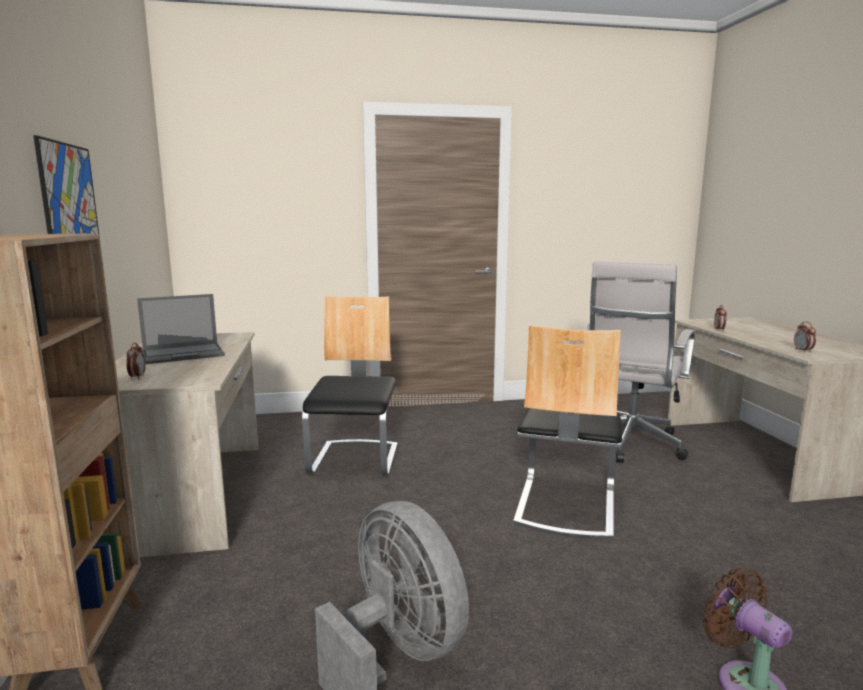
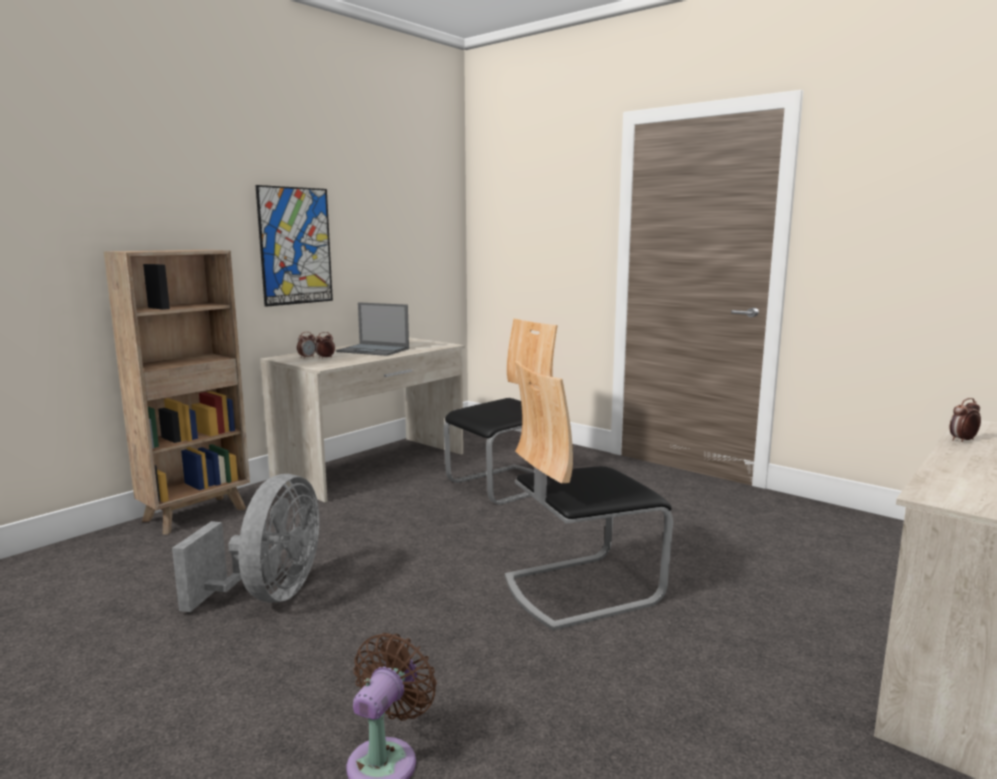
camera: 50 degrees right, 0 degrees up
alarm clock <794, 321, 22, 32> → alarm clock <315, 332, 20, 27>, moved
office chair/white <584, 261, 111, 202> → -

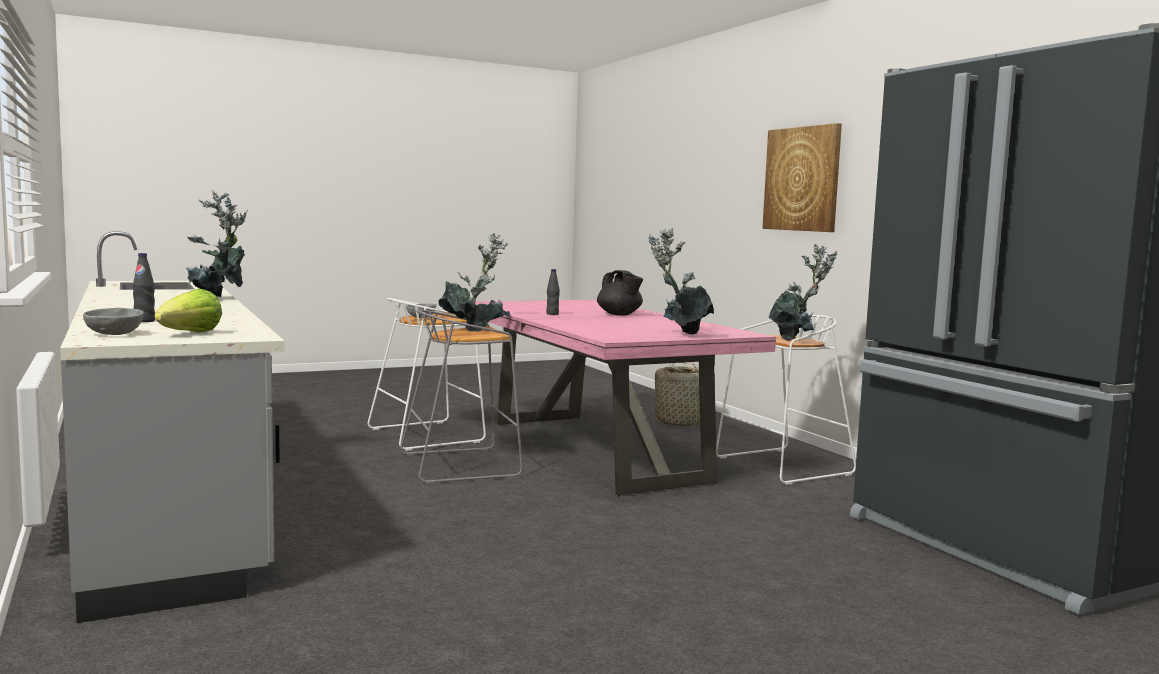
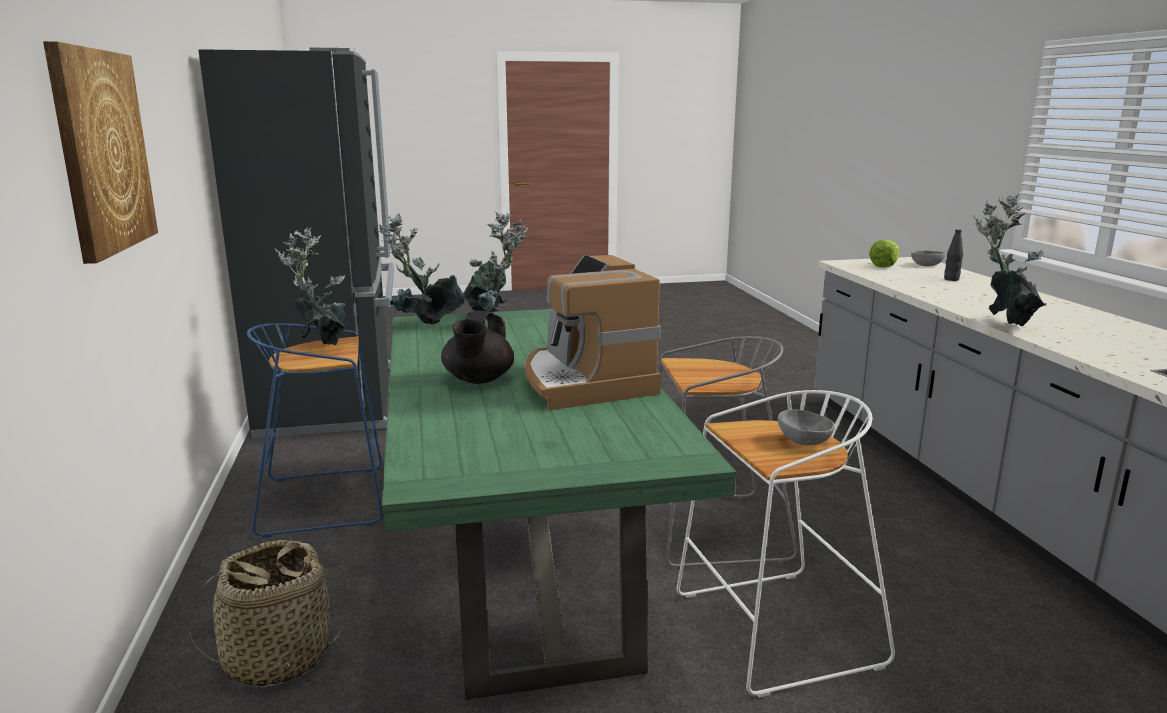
camera: 165 degrees left, 10 degrees up
stool/white <716, 315, 140, 170> → stool/blue <247, 323, 136, 215>
potted plant <438, 233, 72, 99> → potted plant <378, 213, 87, 112>, moved
dining table/pink <475, 300, 301, 196> → dining table/green <382, 309, 354, 391>
teapot/black <597, 270, 46, 46> → teapot/black <441, 311, 73, 73>, 150 degrees counterclockwise
bottle/black <546, 269, 14, 46> → coffee machine <525, 255, 136, 155>

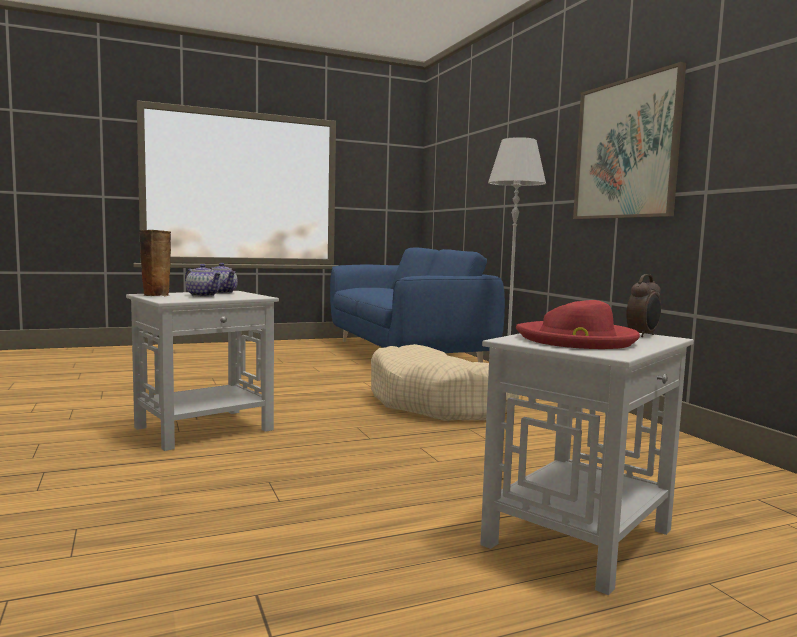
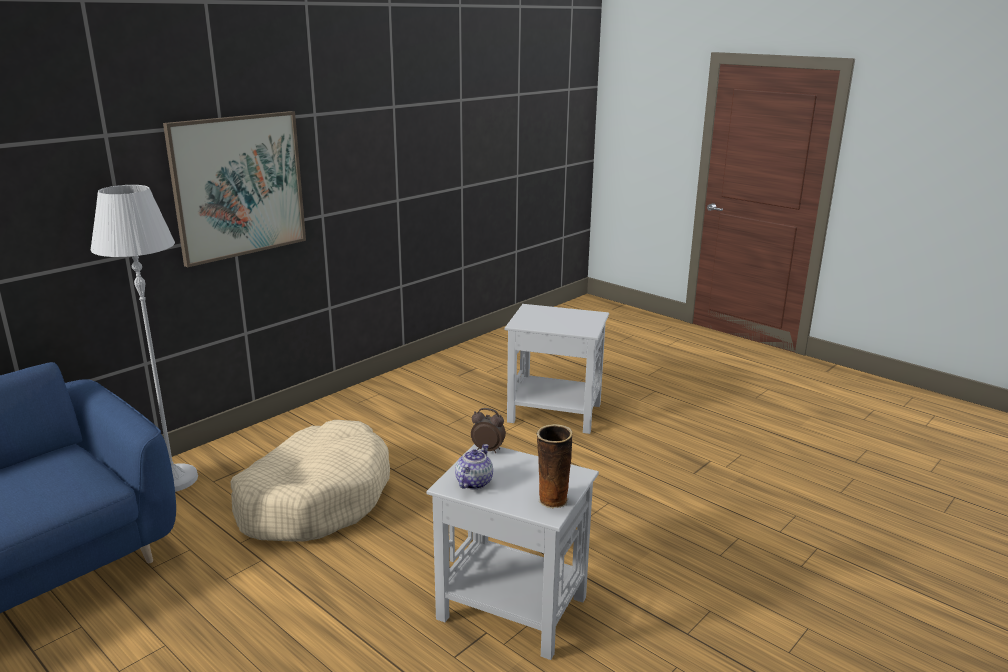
camera: 115 degrees left, 15 degrees up
alarm clock <626, 274, 35, 63> → alarm clock <471, 408, 35, 45>, moved
teapot <185, 264, 36, 33> → -
hat/red <516, 300, 124, 49> → -

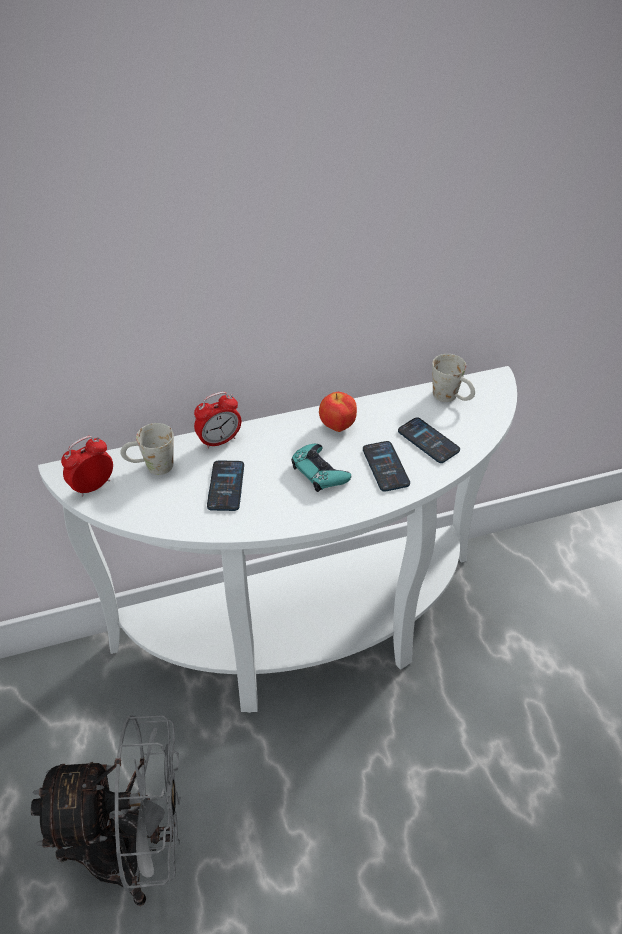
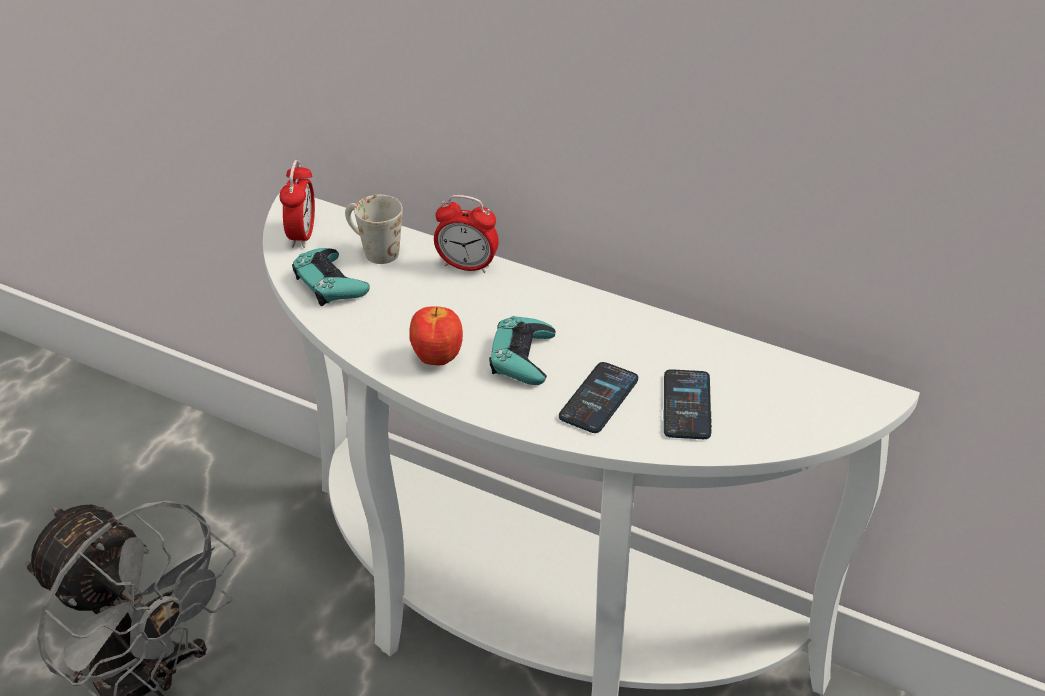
camera: 45 degrees right, 5 degrees down
alarm clock <61, 436, 52, 61> → alarm clock <279, 160, 36, 88>, 90 degrees clockwise
- → game controller/turquoise <292, 248, 78, 58>
apple <319, 392, 38, 40> → apple <409, 306, 54, 59>, moved
phone <207, 460, 37, 51> → -
mug/white <432, 354, 43, 48> → -

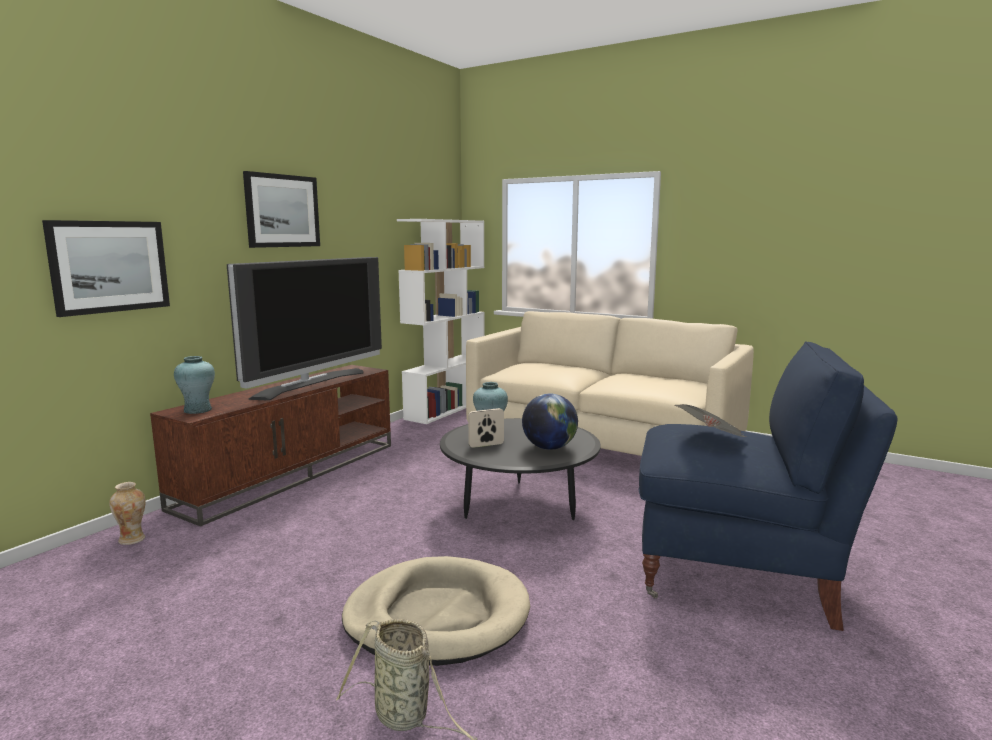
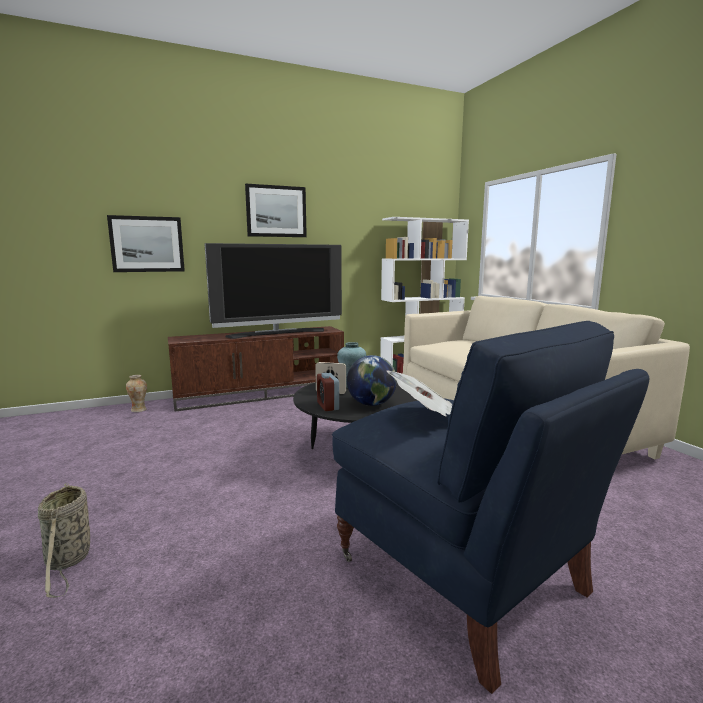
camera: 35 degrees right, 0 degrees up
- → alarm clock <317, 373, 22, 38>
vase/turquoise <174, 356, 41, 58> → -
dog bed/beige <342, 556, 188, 110> → -

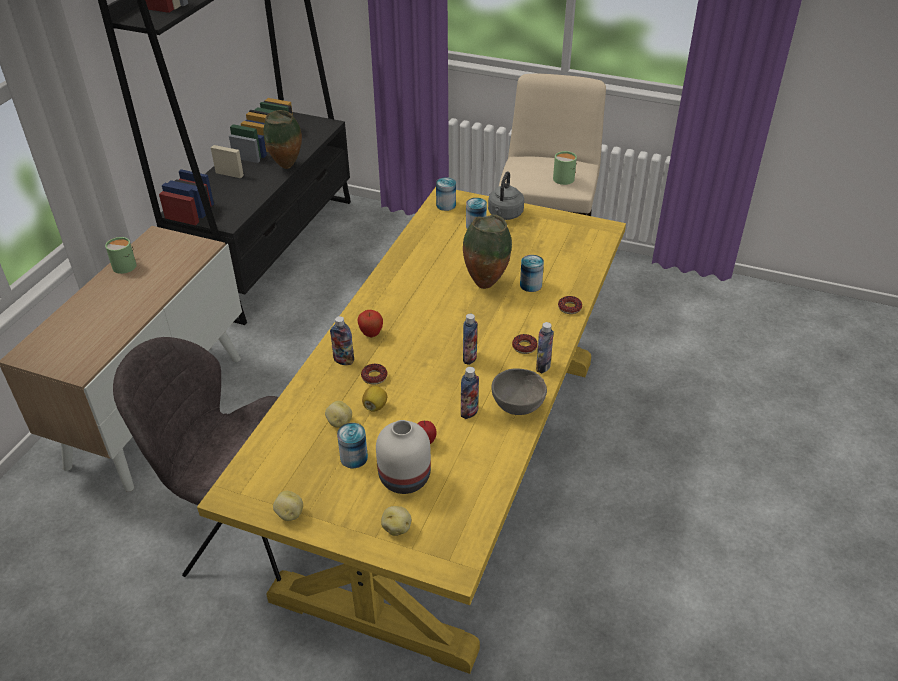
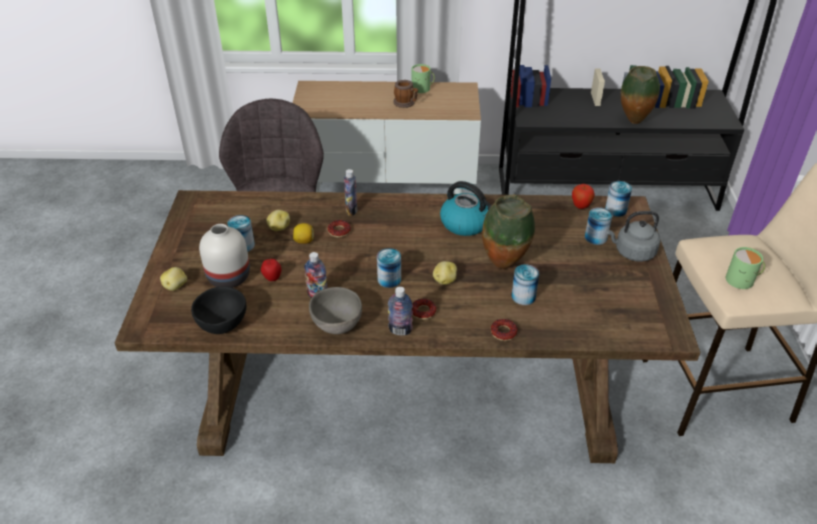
camera: 70 degrees right, 0 degrees up
dining table/yellow <197, 187, 429, 487> → dining table/brown <115, 190, 586, 273>
- → bowl/black <191, 286, 55, 48>
bottle <463, 314, 14, 51> → can <377, 248, 24, 40>
- → mug <393, 80, 25, 28>
potato <273, 491, 30, 30> → potato <433, 261, 24, 24>, moved
- → kettle <440, 181, 52, 55>
apple <358, 310, 25, 27> → apple <572, 184, 23, 25>, moved

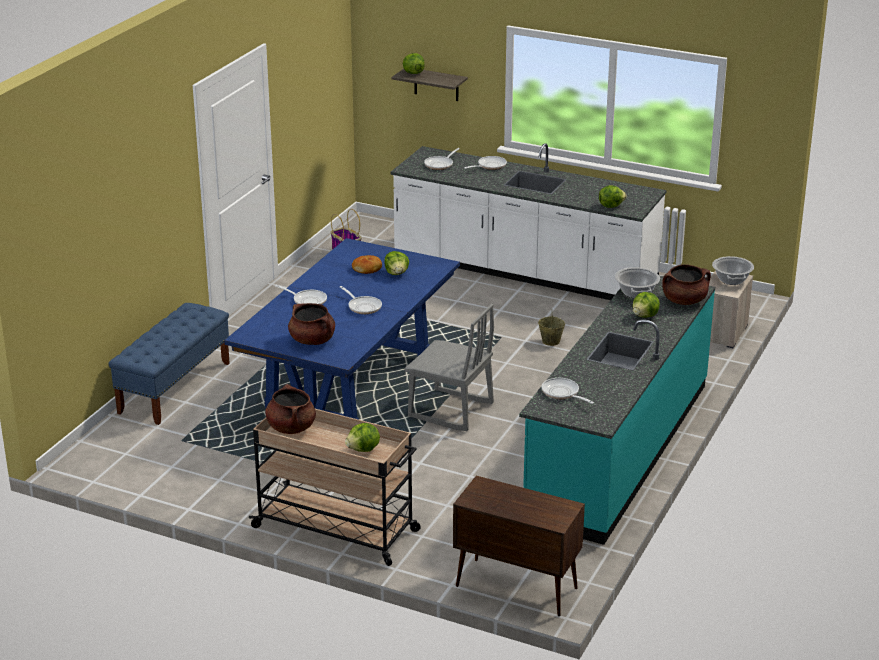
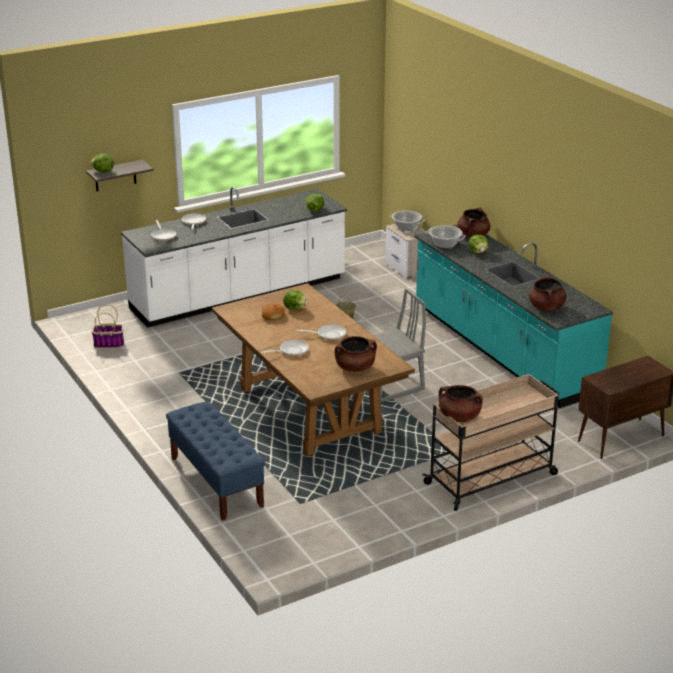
camera: 55 degrees left, 0 degrees up
dining table/blue <224, 238, 236, 182> → dining table/brown <212, 283, 203, 173>
frying pan <542, 378, 52, 26> → cooking pot/brown <529, 276, 37, 35>
lettuce <345, 423, 35, 29> → -

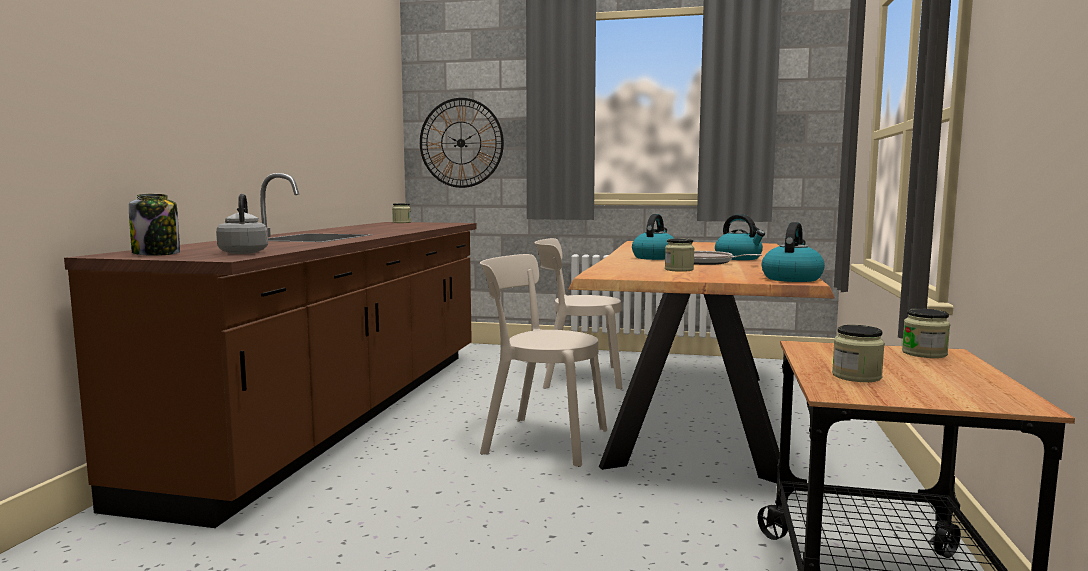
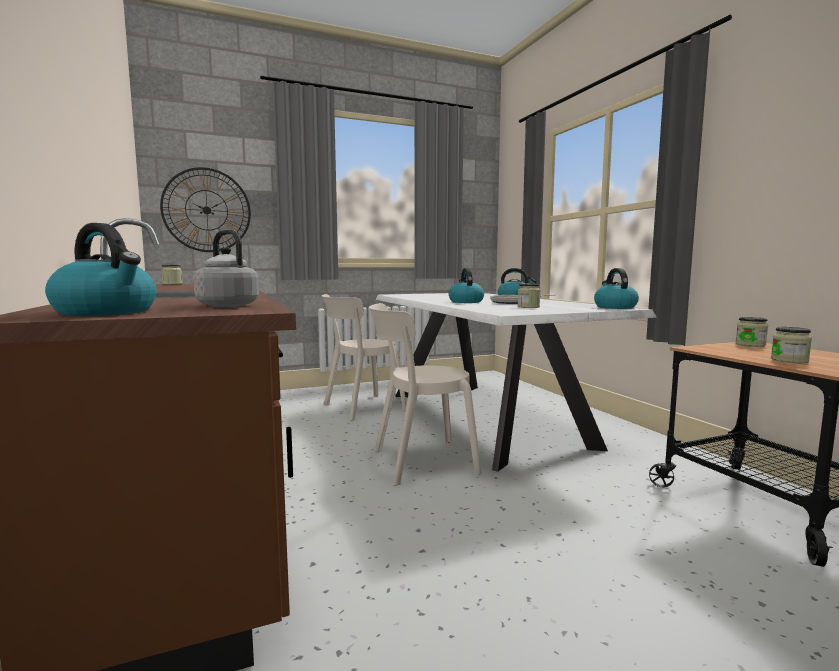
camera: 35 degrees left, 0 degrees up
jar <129, 194, 51, 62> → kettle <45, 223, 111, 93>
dining table/brown <569, 241, 266, 242> → dining table/white <375, 293, 281, 179>

